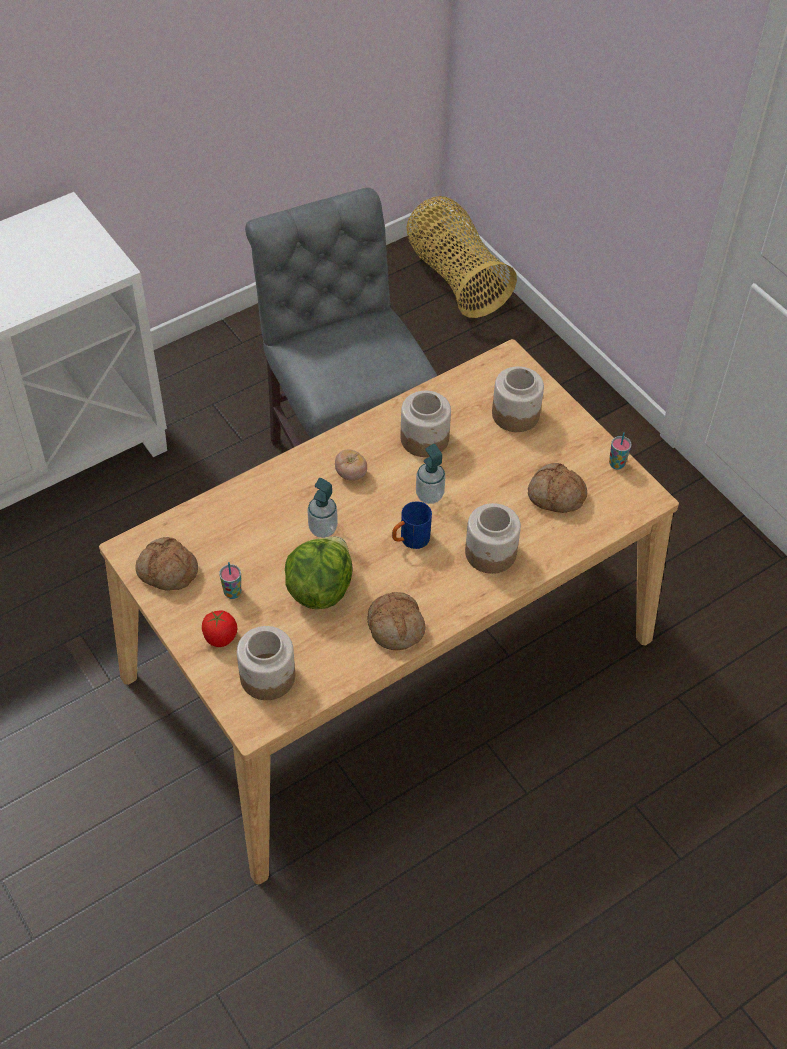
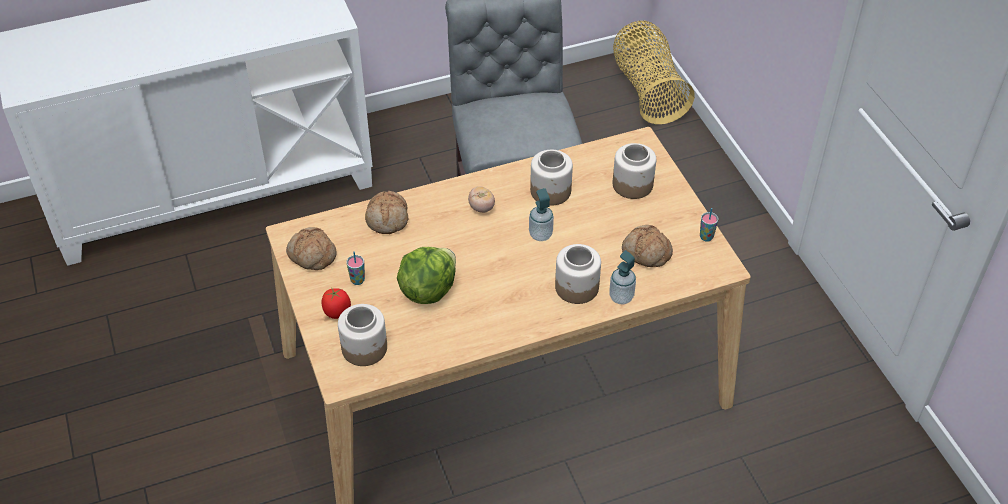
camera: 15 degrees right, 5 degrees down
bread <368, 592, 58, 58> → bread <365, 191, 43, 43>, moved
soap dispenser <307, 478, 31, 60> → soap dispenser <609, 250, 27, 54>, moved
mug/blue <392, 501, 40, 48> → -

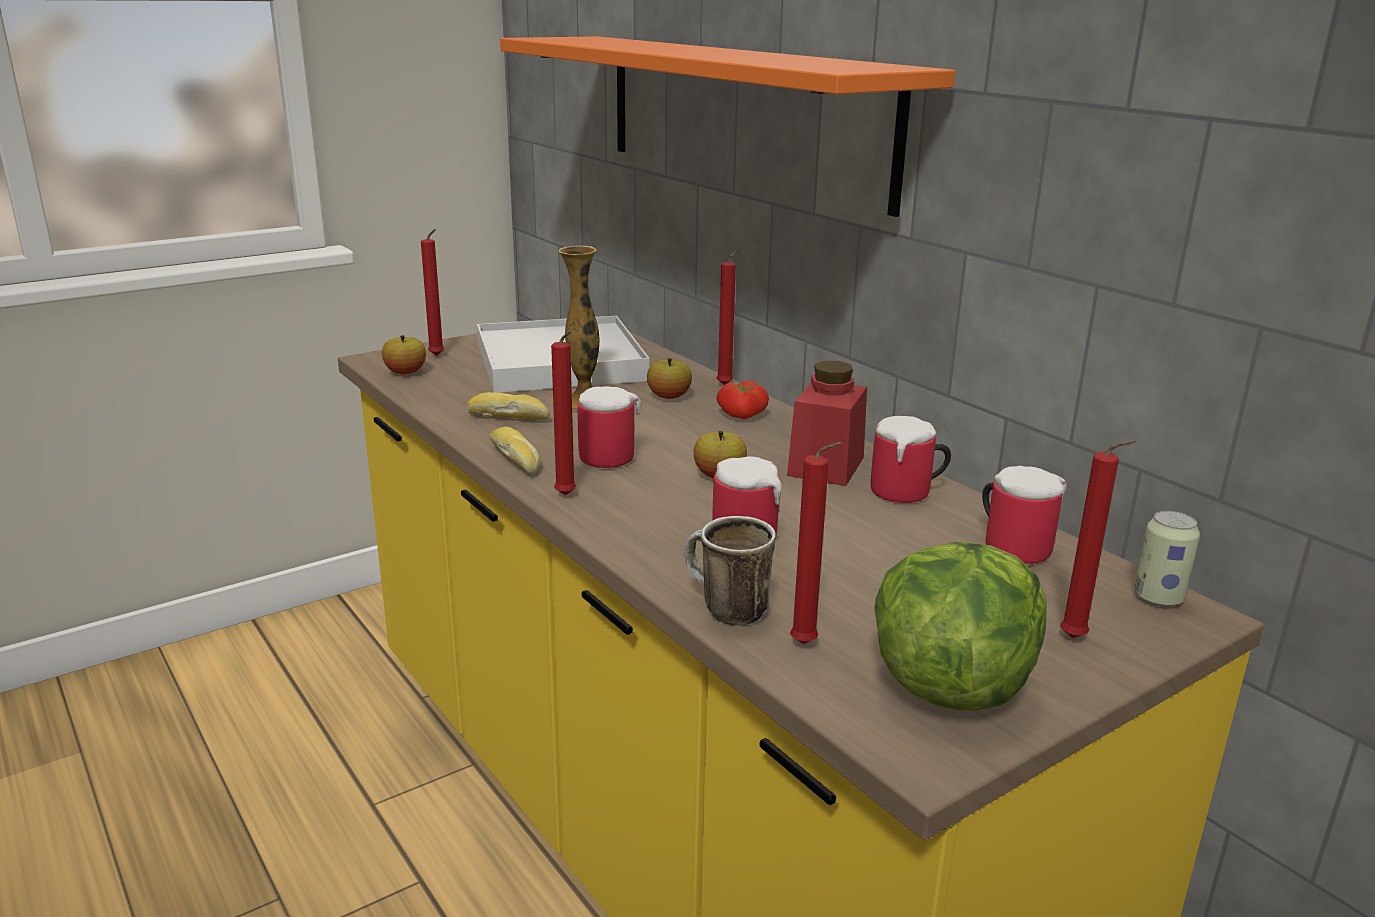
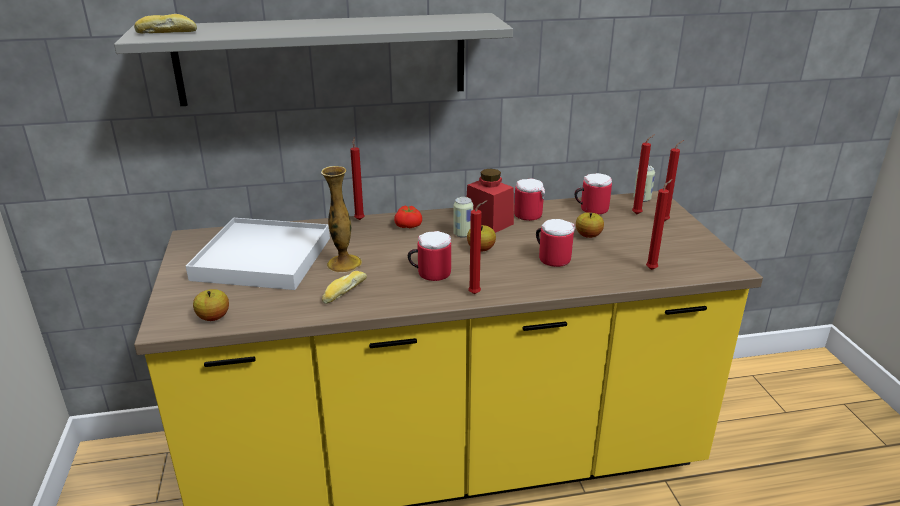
camera: 65 degrees left, 5 degrees up
shelf/orange <500, 36, 455, 181> → shelf/grey <114, 13, 399, 93>
bread <489, 427, 51, 48> → bread <134, 14, 63, 19>, moved
- → can <453, 197, 20, 41>
apple <647, 358, 45, 41> → apple <576, 212, 28, 26>, moved
candle/red <421, 229, 23, 127> → candle/red <632, 134, 23, 80>, moved
mug <684, 516, 92, 110> → -
lettuce <874, 542, 173, 168> → -

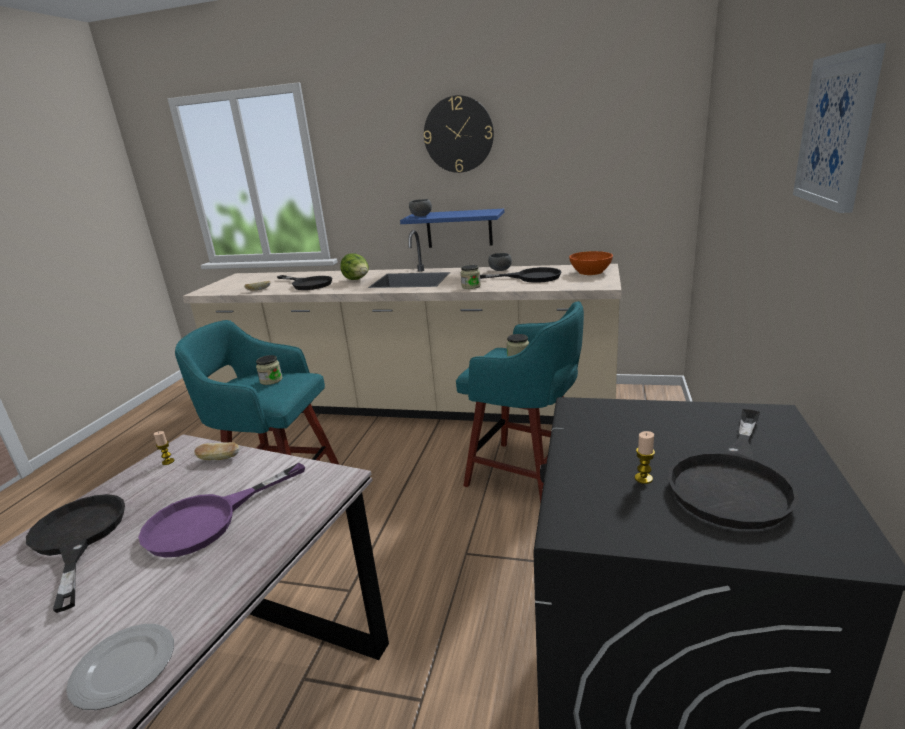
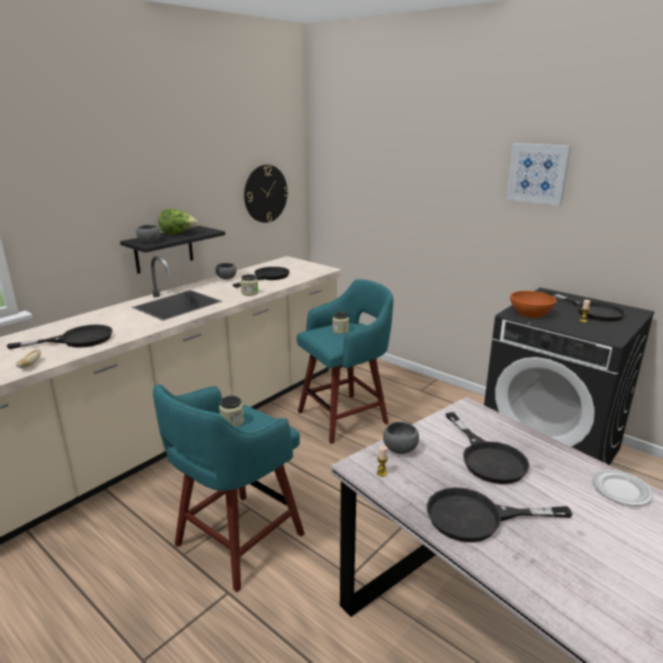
camera: 65 degrees left, 0 degrees up
shelf/blue <400, 209, 104, 39> → shelf/black <120, 226, 105, 48>
lettuce <340, 253, 29, 27> → lettuce <158, 209, 40, 26>, moved
wall clock <424, 95, 70, 78> → wall clock <244, 165, 45, 58>, moved
bread <194, 442, 45, 18> → bowl/grey <383, 422, 36, 32>
frying pan/purple <138, 463, 167, 95> → frying pan/black <446, 412, 84, 72>
bowl/orange <569, 251, 44, 24> → bowl/orange <510, 291, 46, 27>, moved

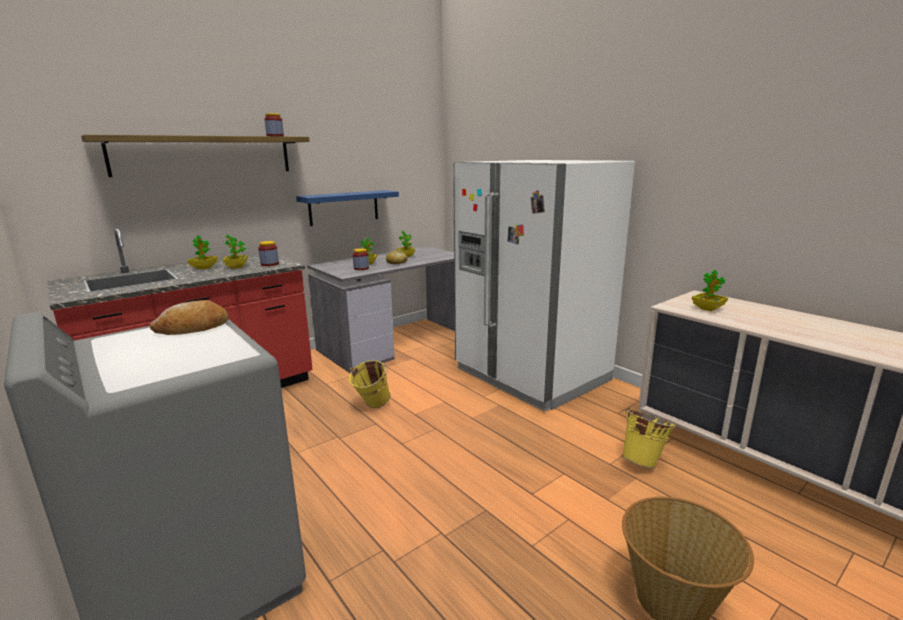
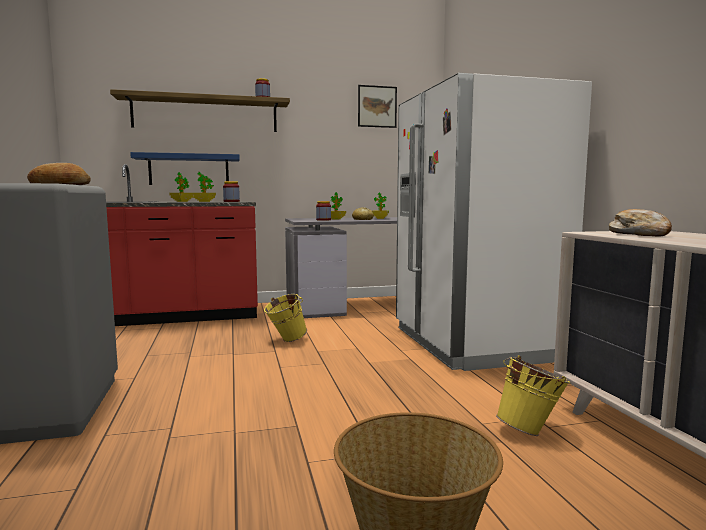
camera: 25 degrees right, 10 degrees down
shelf/blue <296, 190, 103, 36> → shelf/blue <130, 152, 110, 33>, moved
- → picture <358, 85, 39, 43>
potted plant <692, 270, 36, 41> → bread <609, 209, 63, 28>

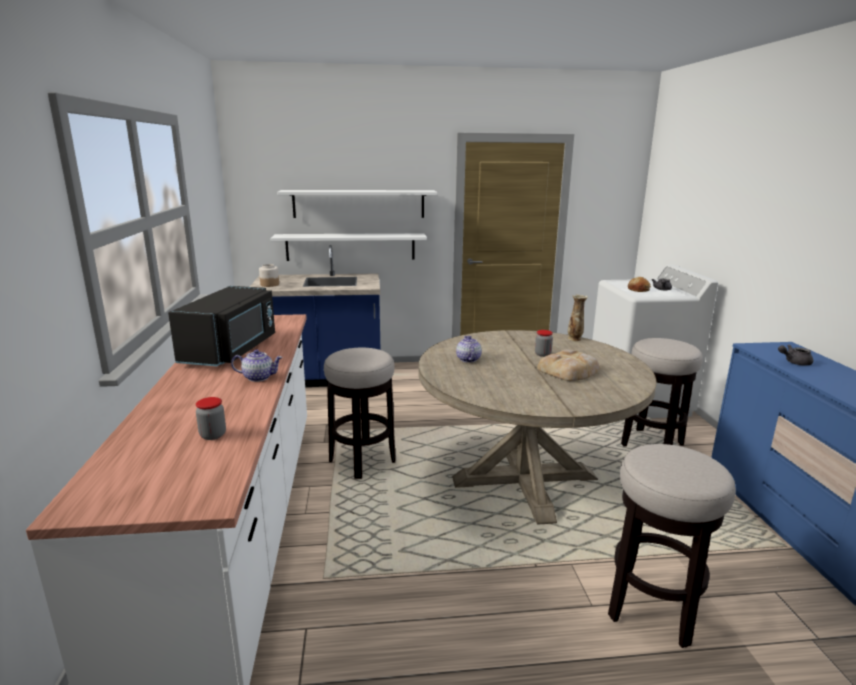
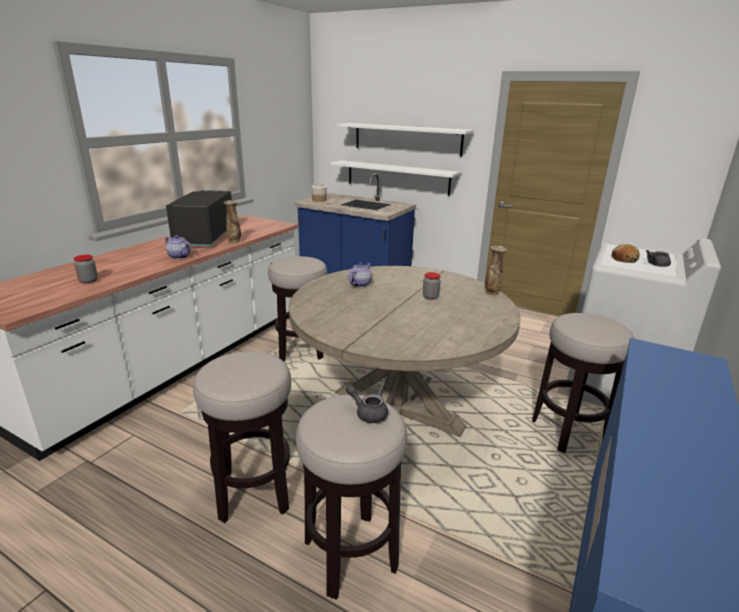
camera: 35 degrees right, 5 degrees up
microwave/black <168, 286, 107, 80> → microwave/black <166, 190, 66, 57>, 135 degrees clockwise
- → stool <193, 351, 98, 172>
- → vase <224, 200, 17, 43>
teapot/grey <778, 345, 35, 21> → teapot/grey <346, 385, 42, 38>, moved
bread <537, 350, 63, 31> → -

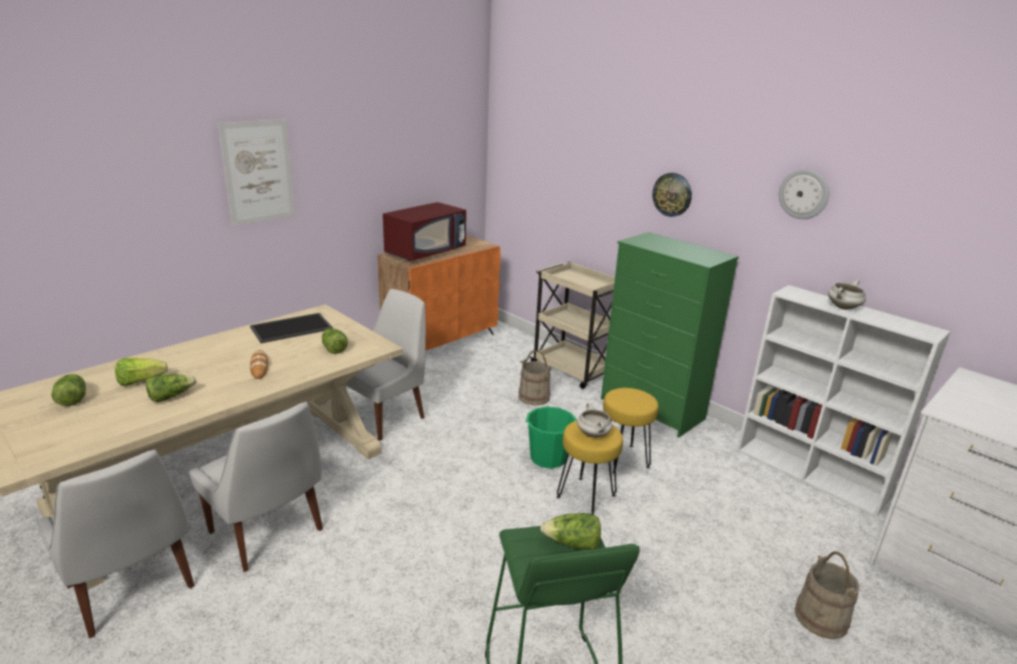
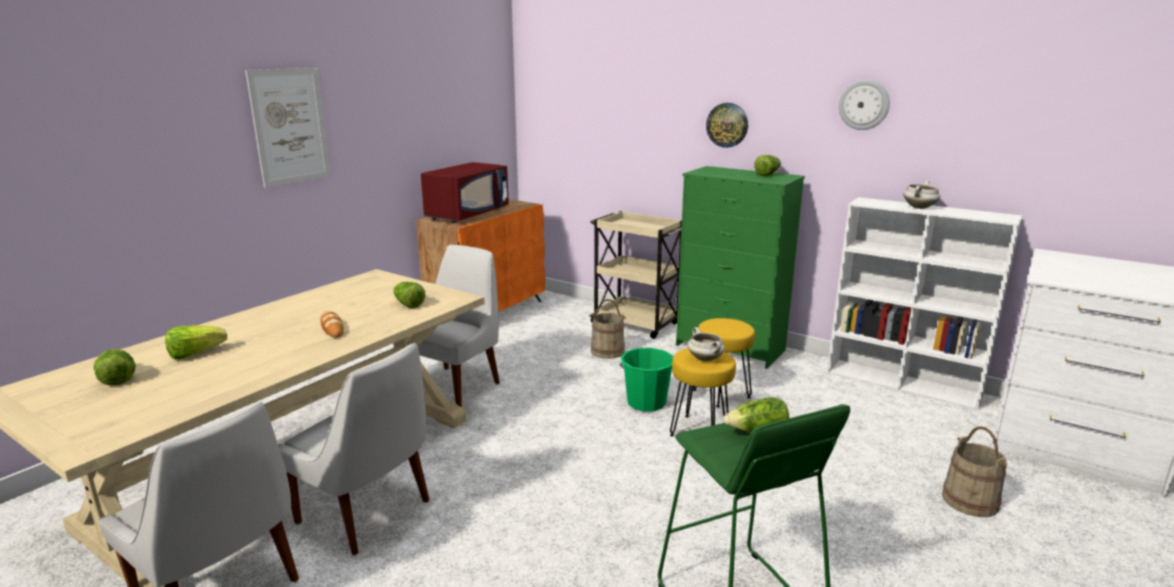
camera: 10 degrees left, 5 degrees down
lettuce <146, 374, 51, 28> → lettuce <754, 155, 27, 21>, moved
tray <250, 313, 83, 30> → -

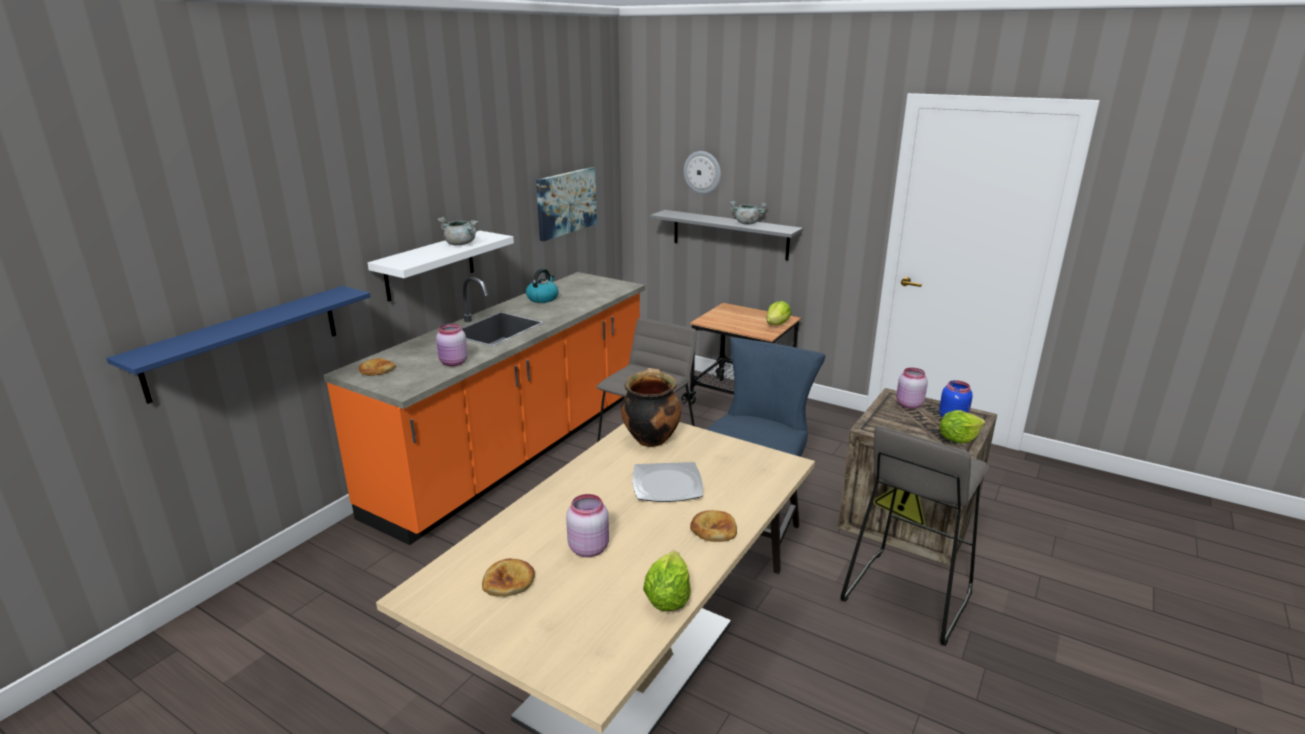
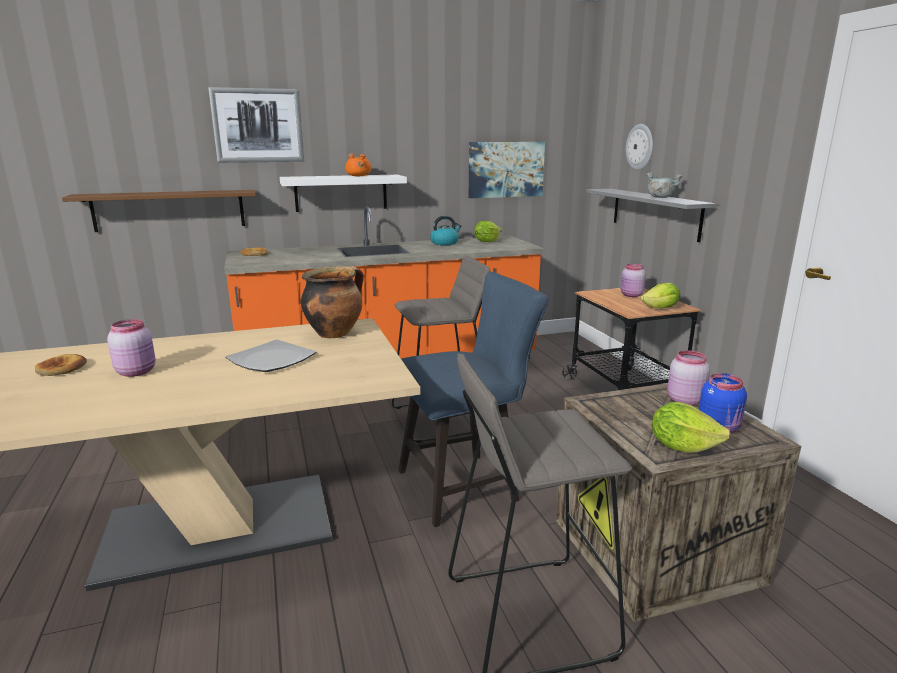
camera: 40 degrees right, 5 degrees down
shelf/blue <106, 286, 265, 118> → shelf/brown <62, 190, 194, 42>
- → picture <208, 87, 96, 76>
cooking pot/grey <438, 217, 40, 29> → cooking pot/orange <345, 153, 26, 23>
lettuce <643, 551, 48, 60> → lettuce <474, 221, 28, 21>, moved
jar/pink <436, 324, 32, 42> → jar/pink <621, 264, 25, 33>, moved
bread <690, 510, 47, 32> → -

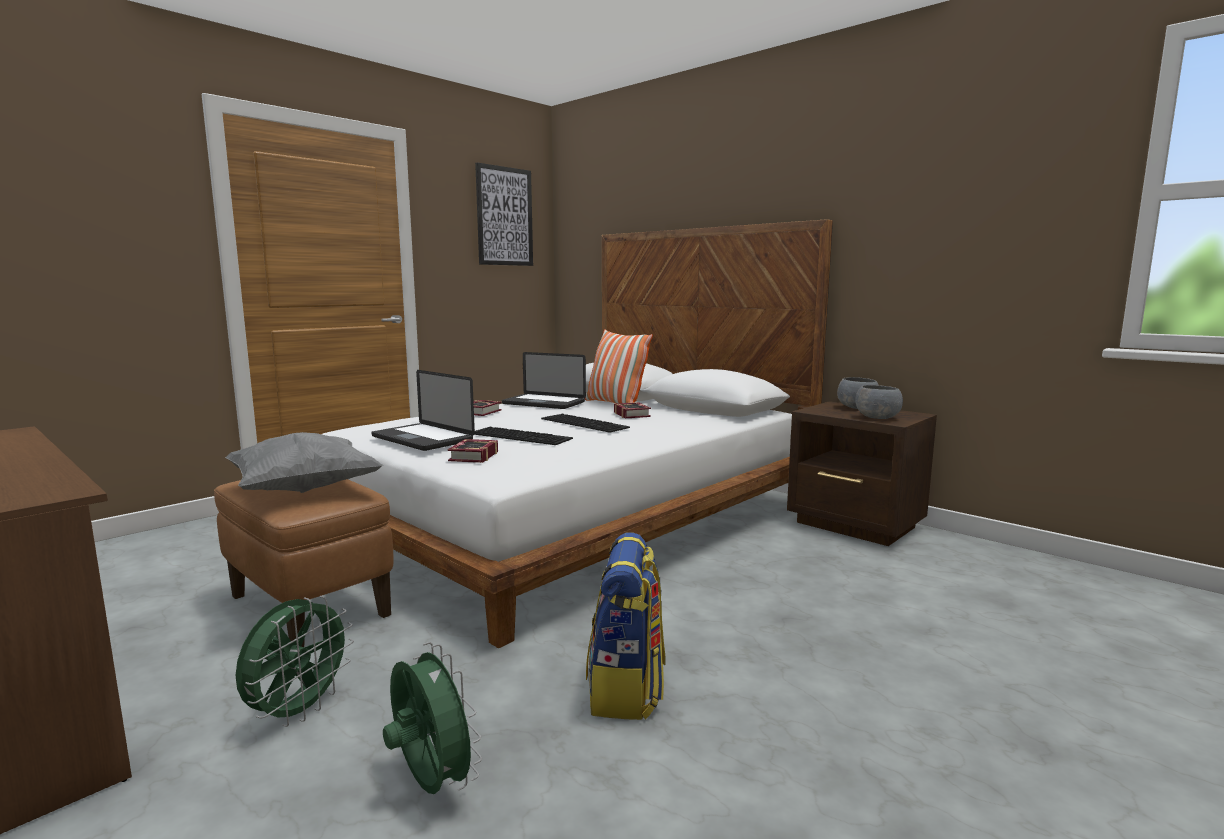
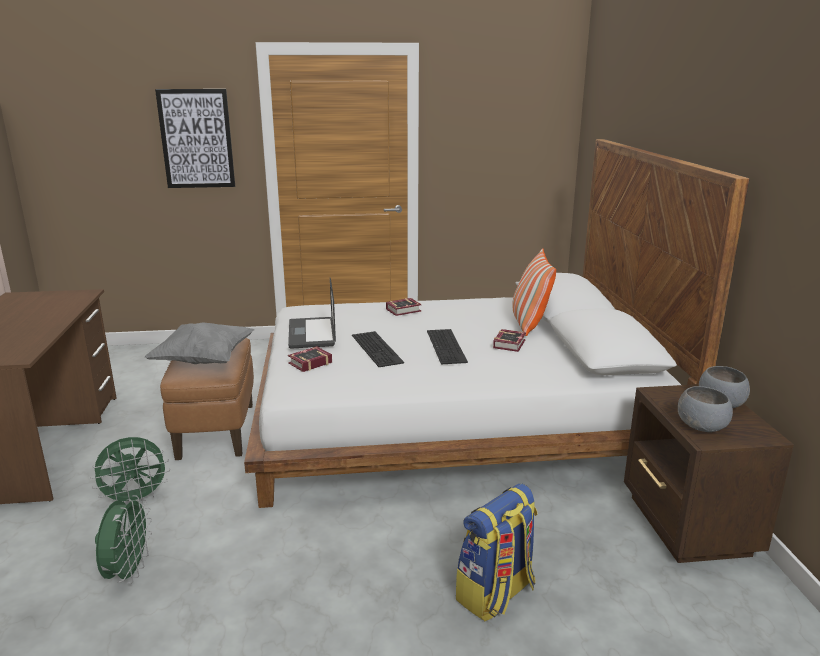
camera: 40 degrees right, 10 degrees up
picture <475, 163, 58, 103> → picture <155, 89, 80, 99>, moved
backpack <586, 533, 79, 187> → backpack <456, 484, 82, 138>, moved
laptop <502, 352, 84, 57> → -

